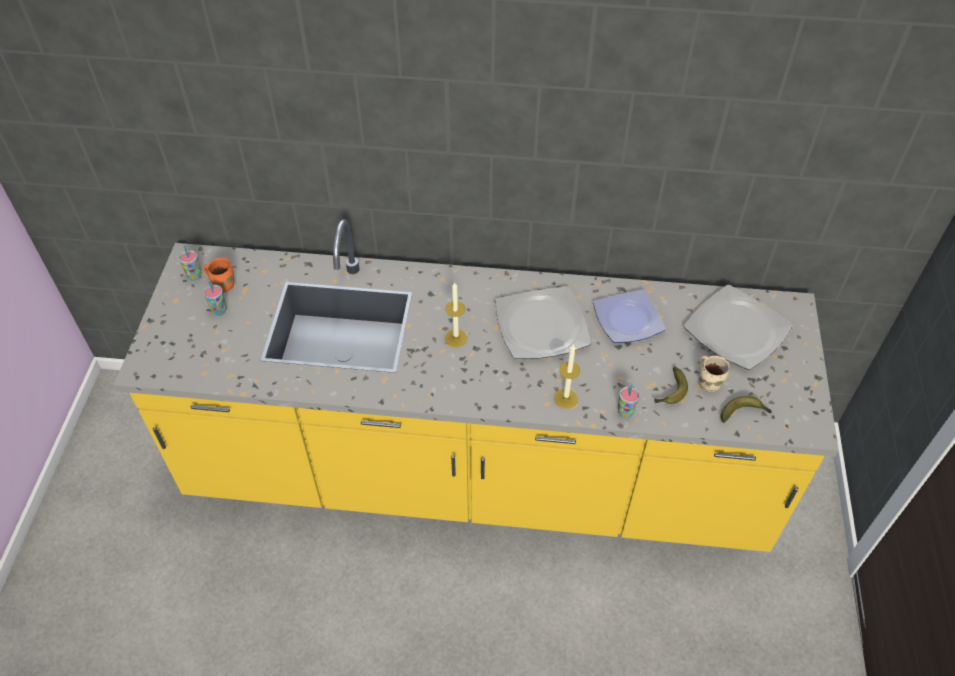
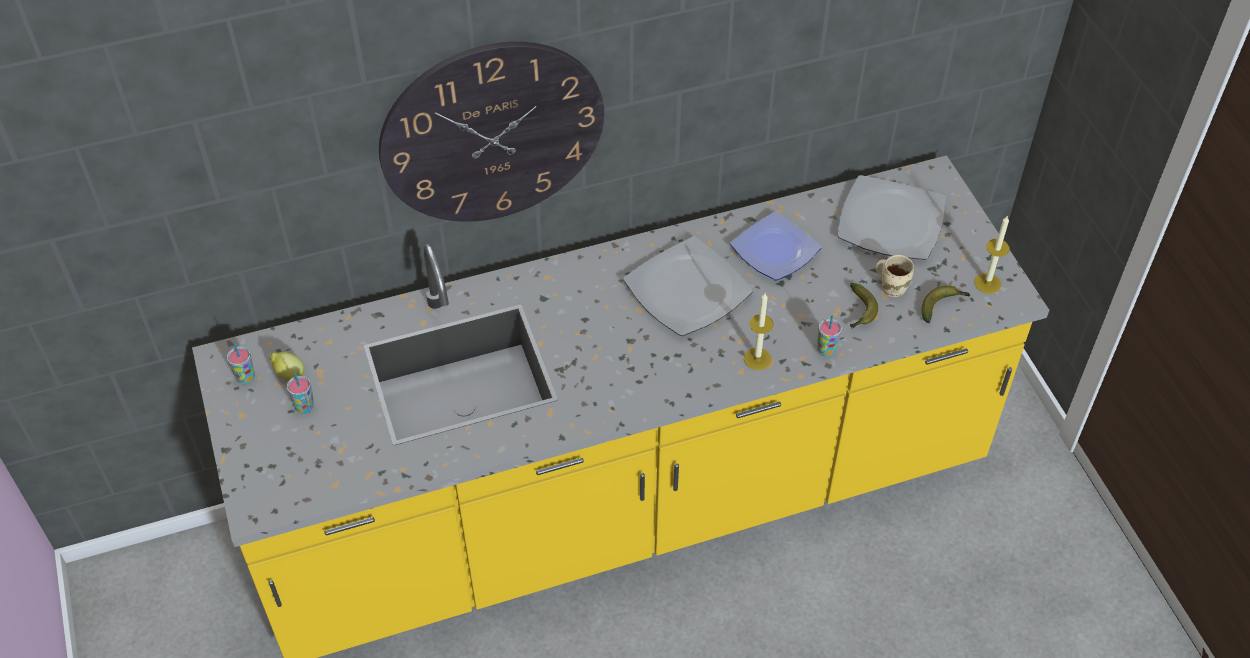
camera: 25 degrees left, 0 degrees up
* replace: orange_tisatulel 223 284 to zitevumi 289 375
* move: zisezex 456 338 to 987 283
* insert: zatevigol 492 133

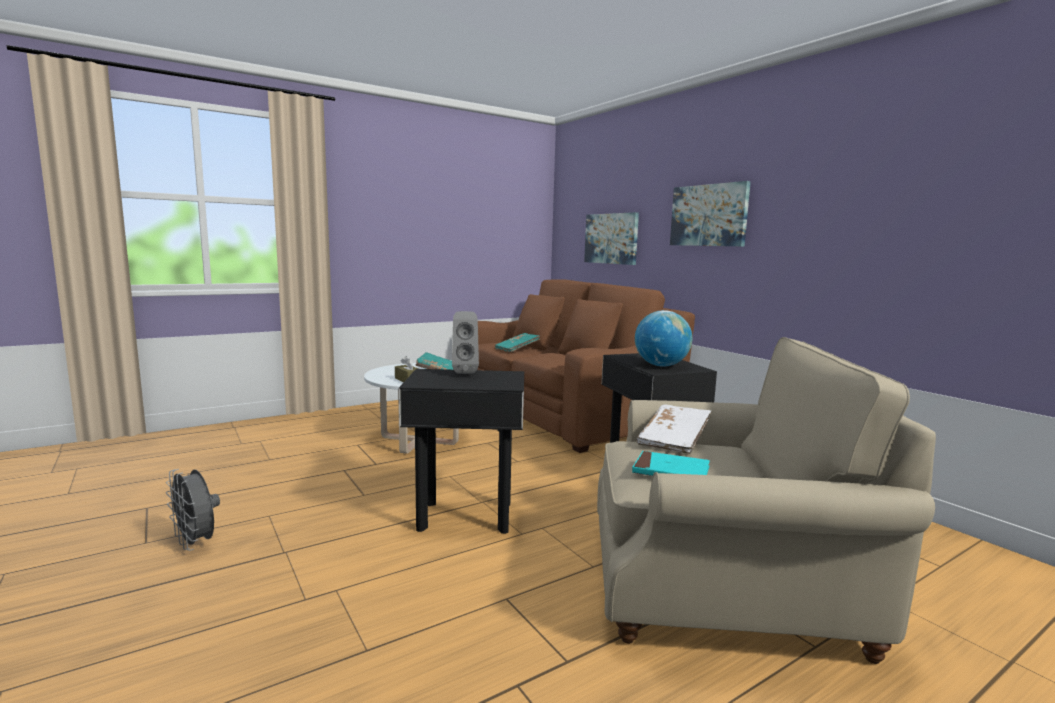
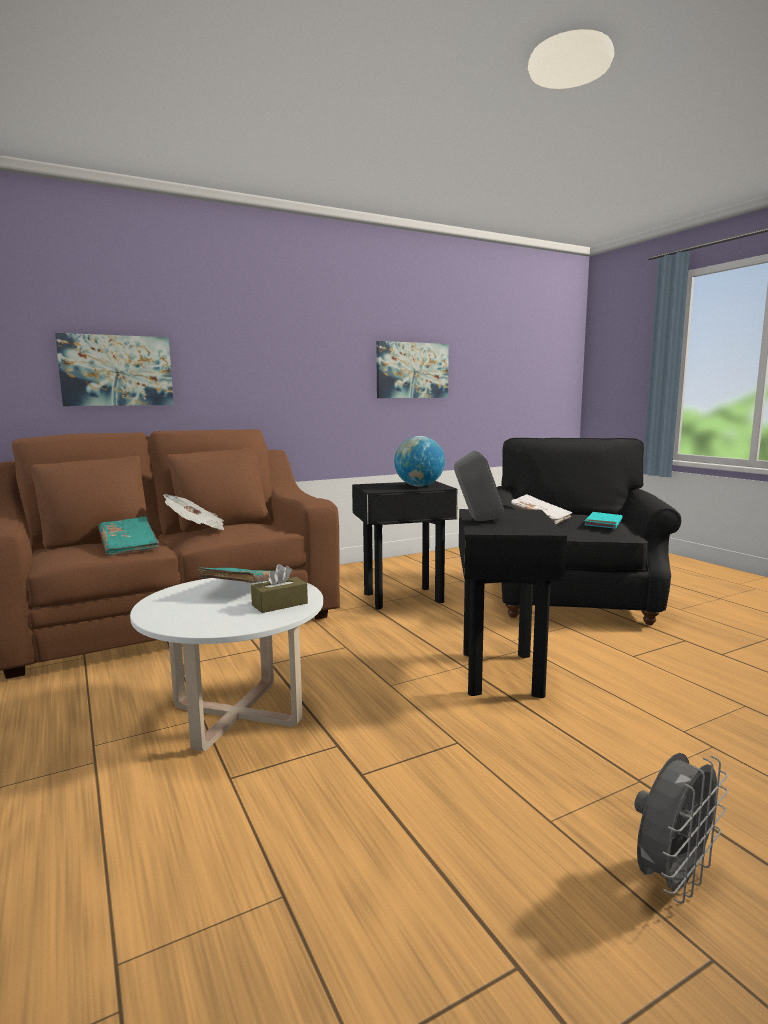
camera: 85 degrees left, 0 degrees up
* recolor: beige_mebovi 722 587 to black_mebovi 569 597
* move: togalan 709 215 to 412 370
* insert: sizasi 197 528

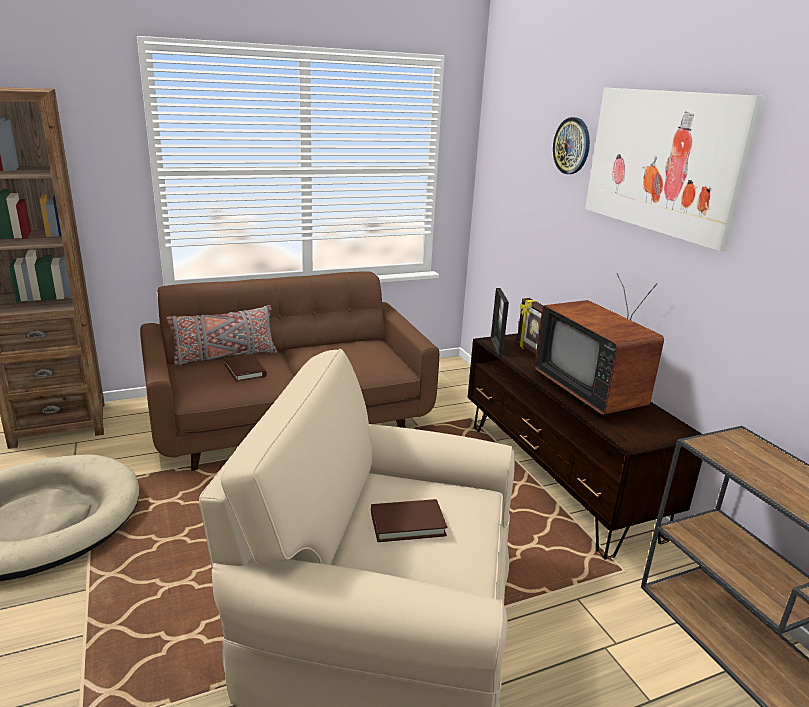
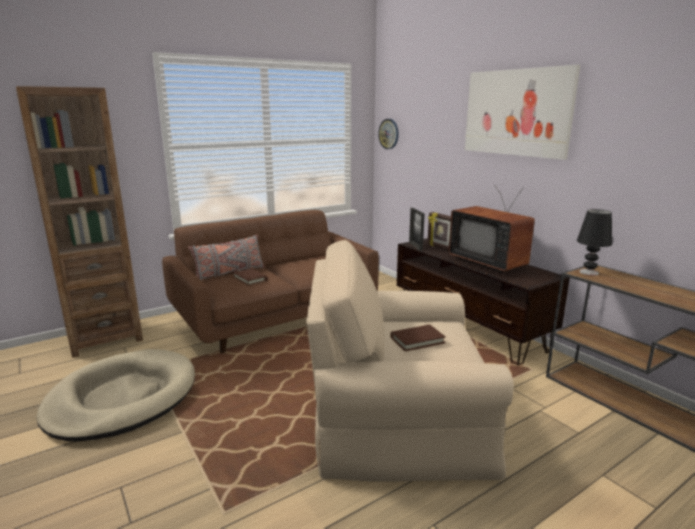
camera: 10 degrees left, 5 degrees down
* move: zatevigol 572 146 to 389 134
* insert: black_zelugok 588 272

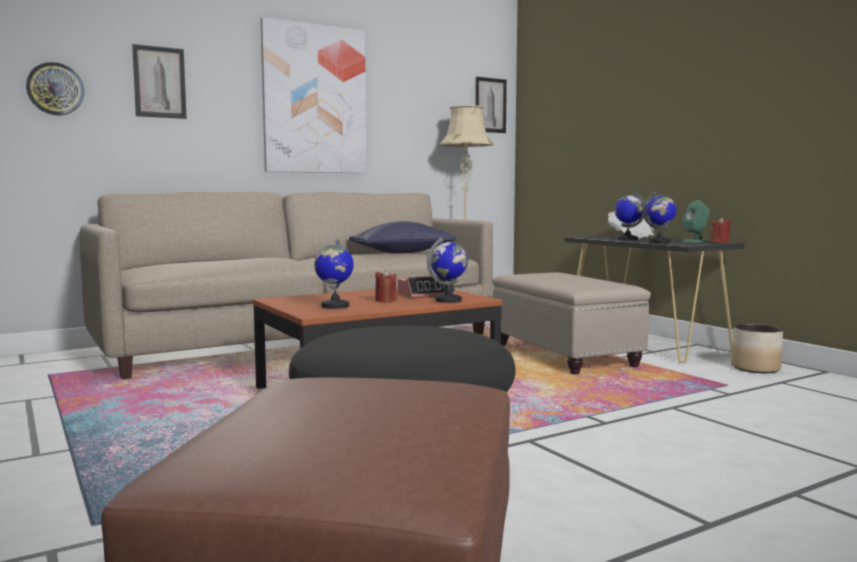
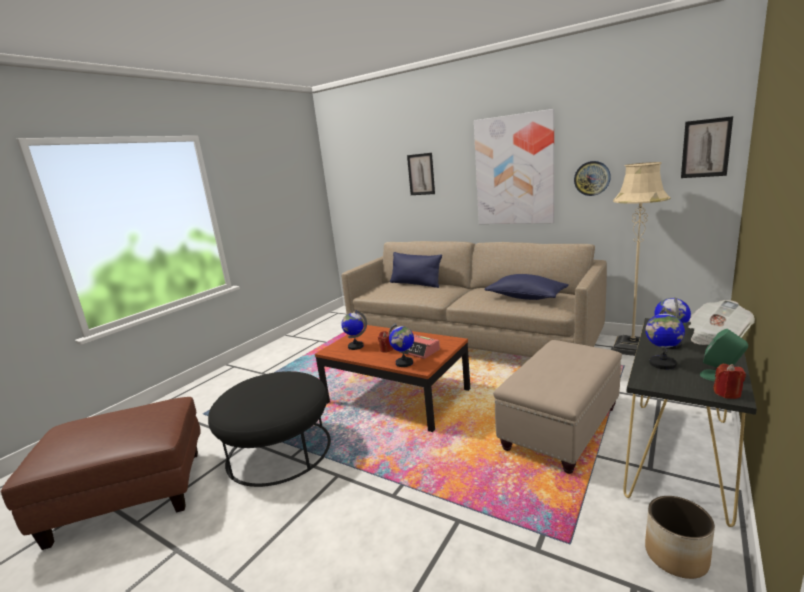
camera: 65 degrees right, 10 degrees up
* move: zatevigol 55 89 to 592 178
* insert: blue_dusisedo 415 284

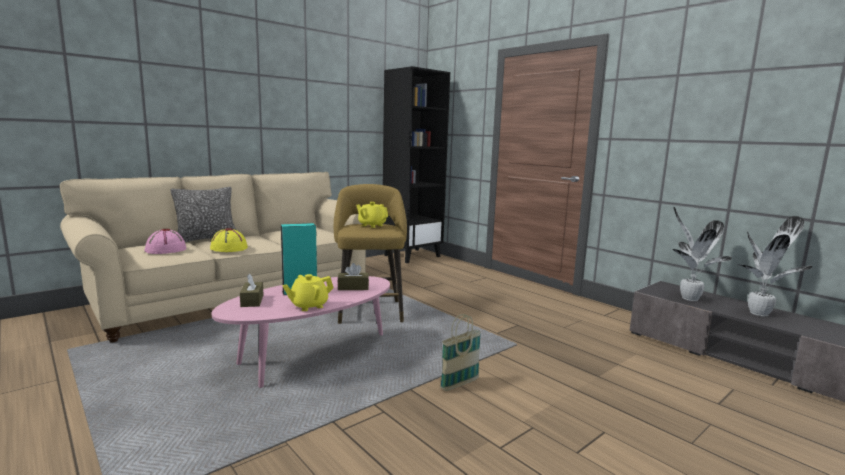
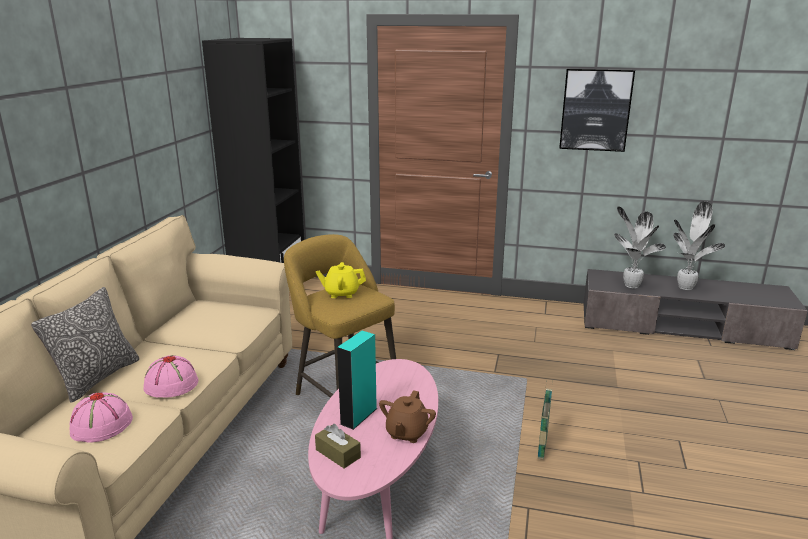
camera: 35 degrees left, 10 degrees up
* recolor: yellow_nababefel 228 248 to pink_nababefel 171 384
* recolor: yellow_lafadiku 308 306 to brown_lafadiku 406 433
* delete: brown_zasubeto 353 287
* insert: togalan 595 110

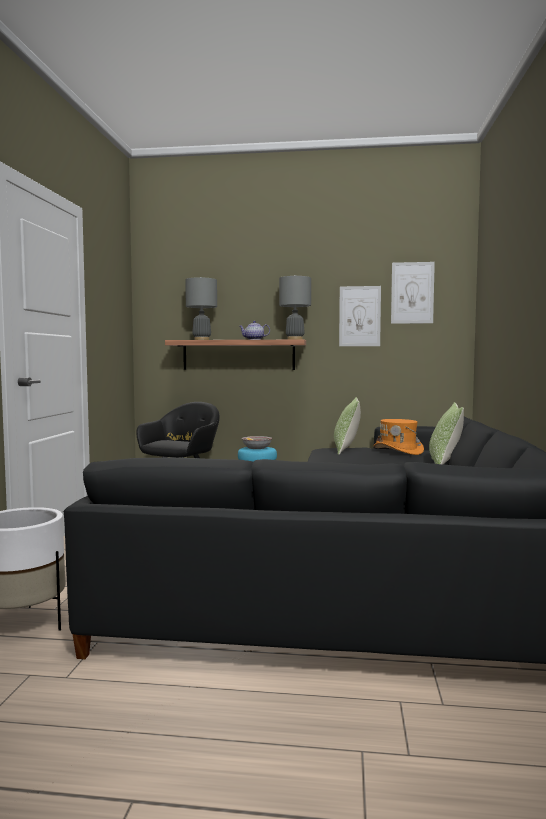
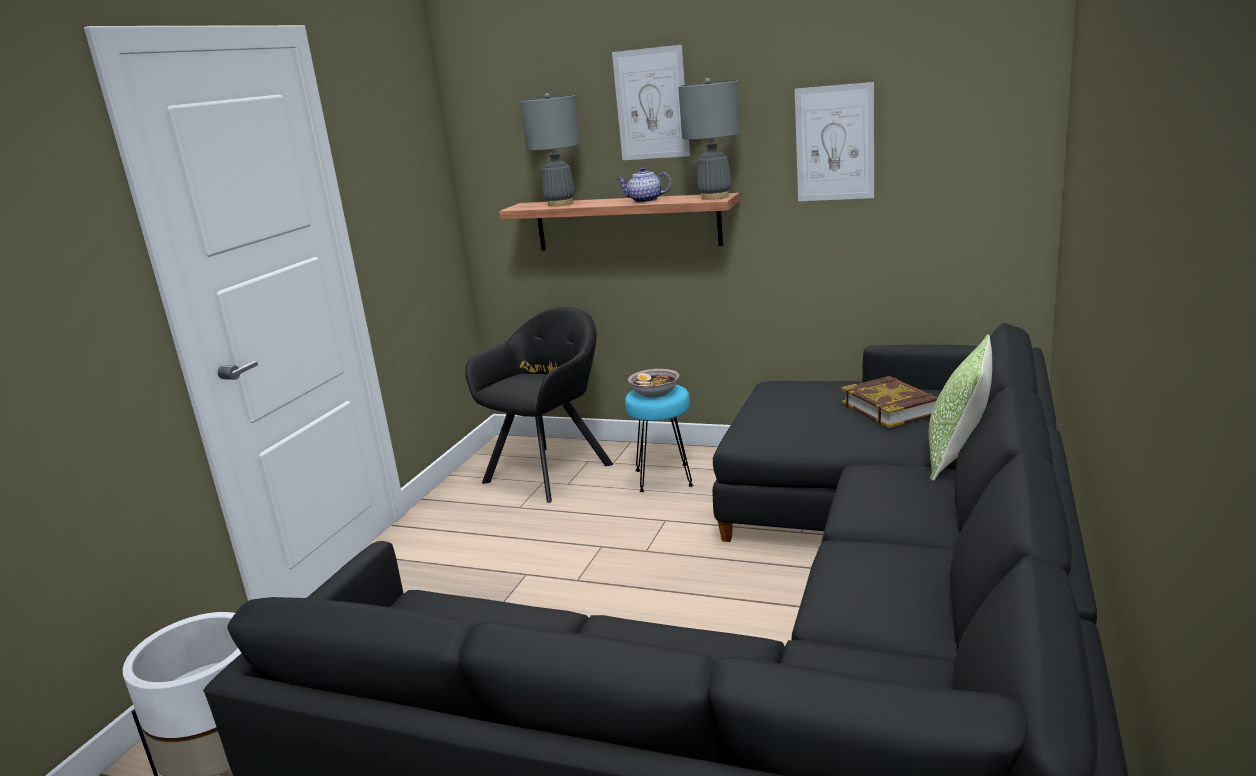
camera: 15 degrees right, 15 degrees up
* delete: dusisedo 346 450
* replace: orange_nababefel 398 451 to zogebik 890 408
* move: togalan 412 293 to 651 104

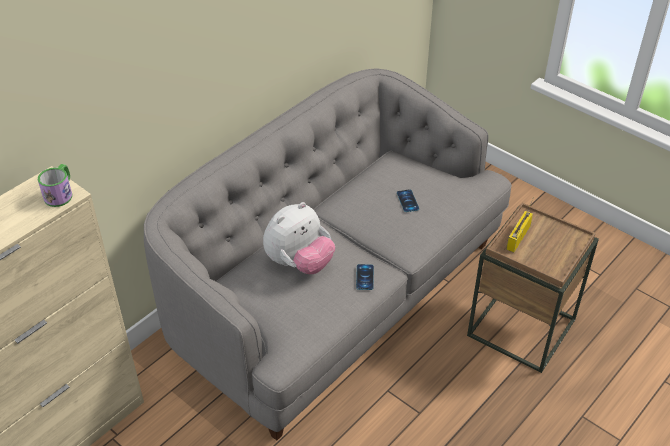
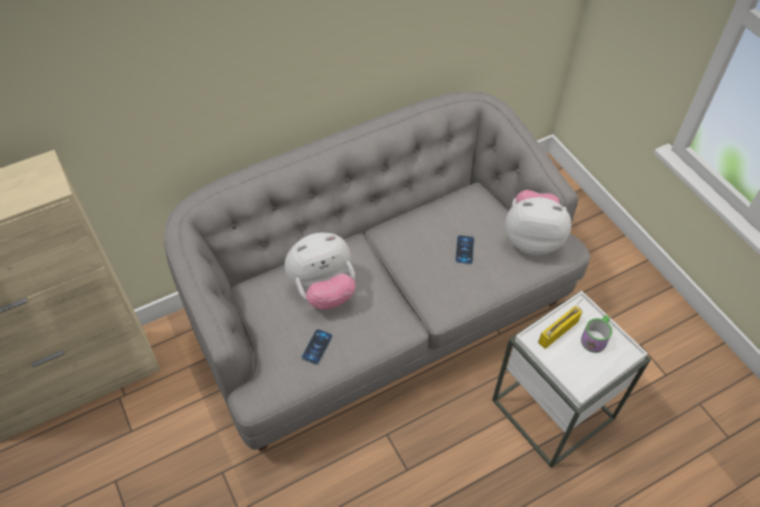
camera: 20 degrees right, 10 degrees up
* move: tisatulel 60 193 to 595 338
* move: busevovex 365 277 to 317 347
* recolor: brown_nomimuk 521 328 to white_nomimuk 553 410
* insert: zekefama 532 238

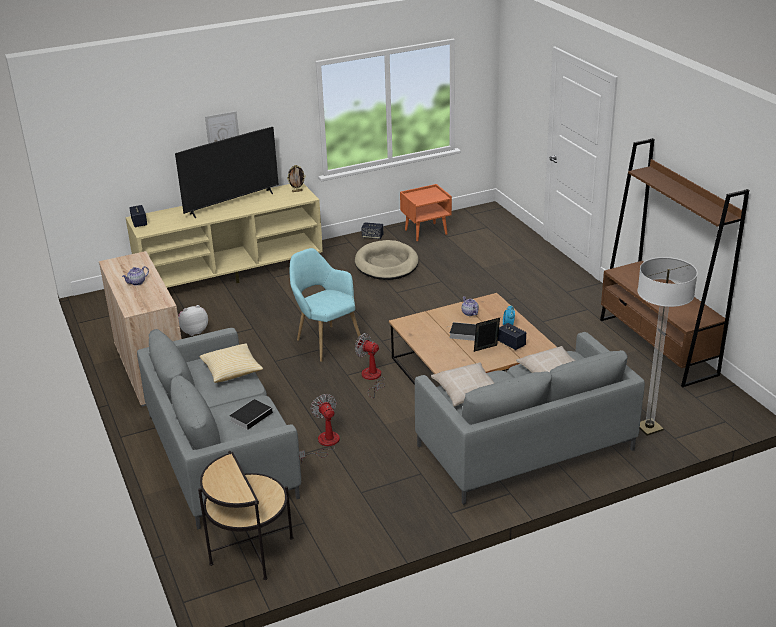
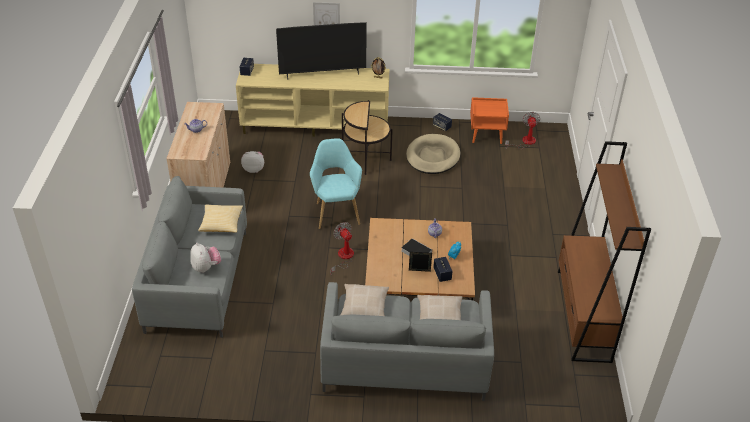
camera: 25 degrees right, 10 degrees up
* move: nomimuk 252 551 to 366 159
* replace: zogebik 252 416 to zekefama 206 267
* move: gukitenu 324 444 to 524 142
* delete: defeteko 649 428

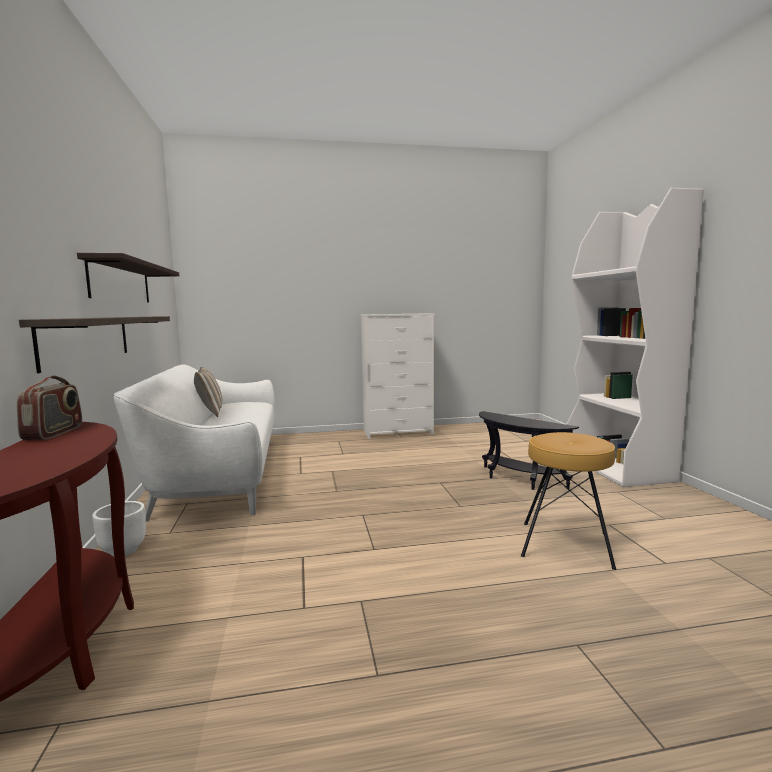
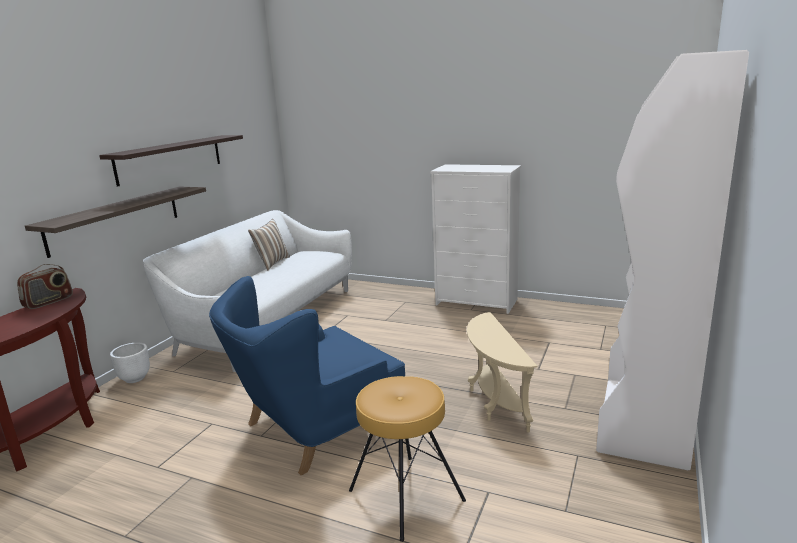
camera: 35 degrees right, 10 degrees up
* recolor: black_nomimuk 518 480 to beige_nomimuk 494 402
* insert: blue_mebovi 315 427

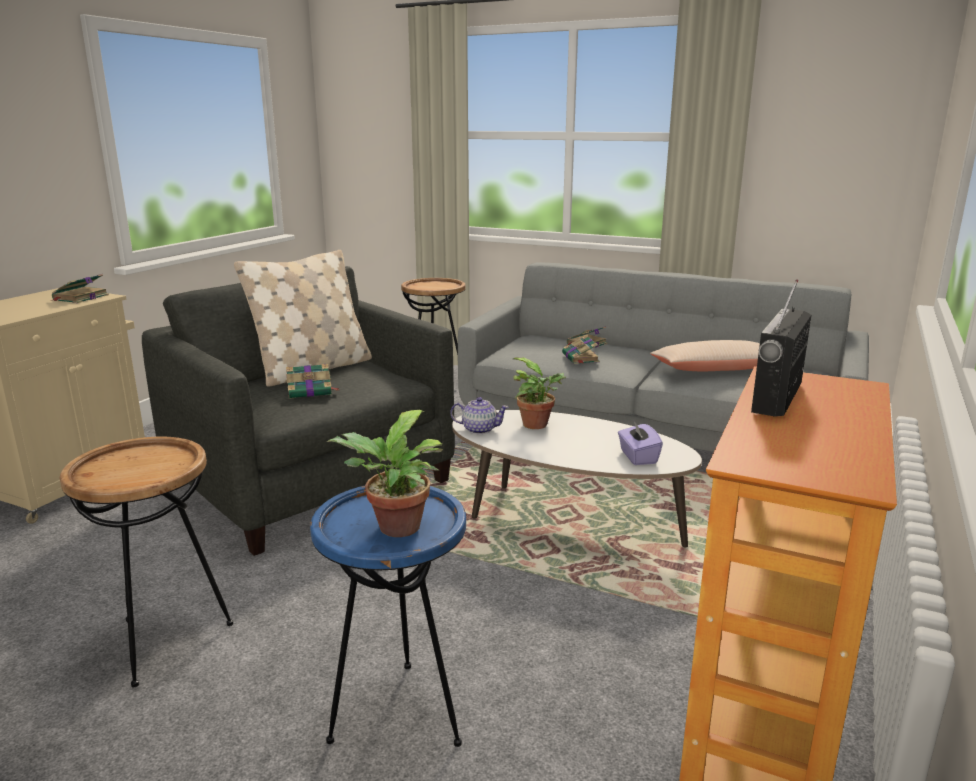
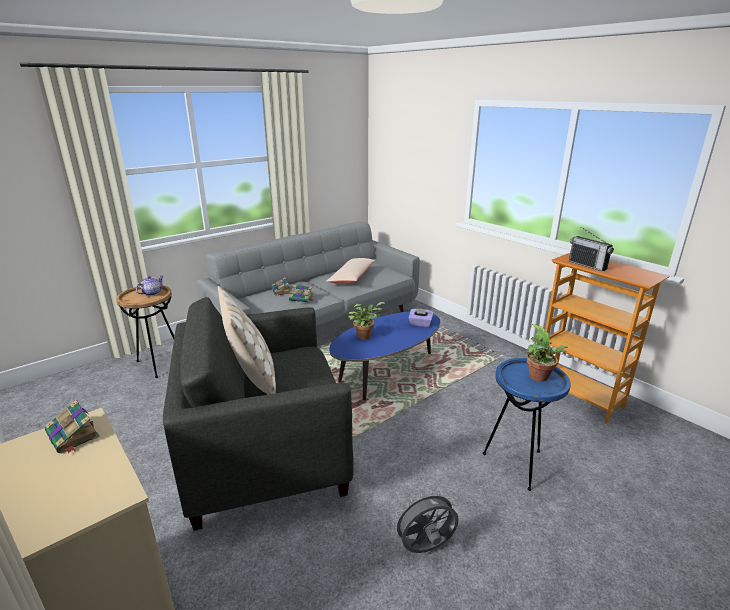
camera: 65 degrees left, 5 degrees up
* replace: brown_nomimuk 165 641 to grey_gukitenu 425 548
* delete: zogebik 311 391
* move: lafadiku 479 429 to 151 293
* recolor: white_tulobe 566 520 to blue_tulobe 386 374

